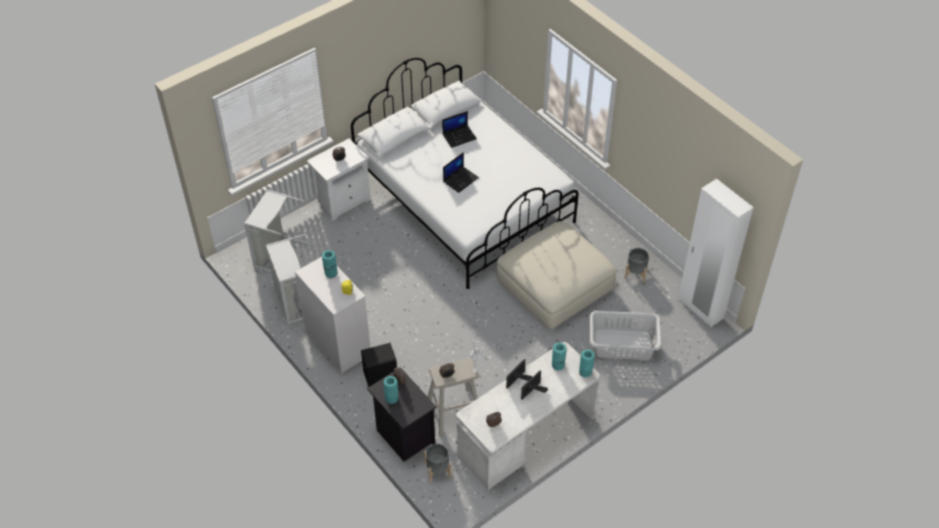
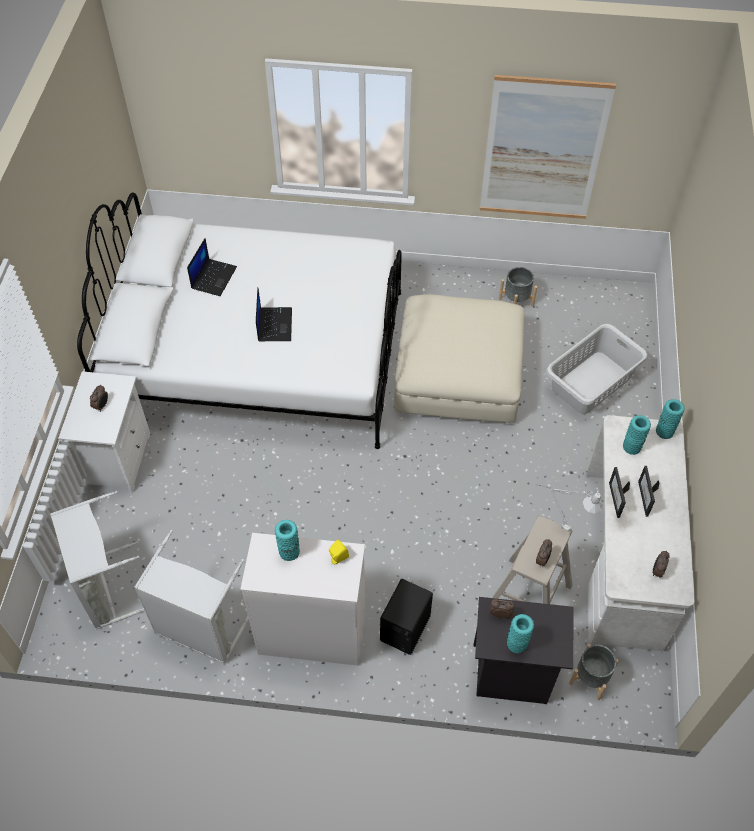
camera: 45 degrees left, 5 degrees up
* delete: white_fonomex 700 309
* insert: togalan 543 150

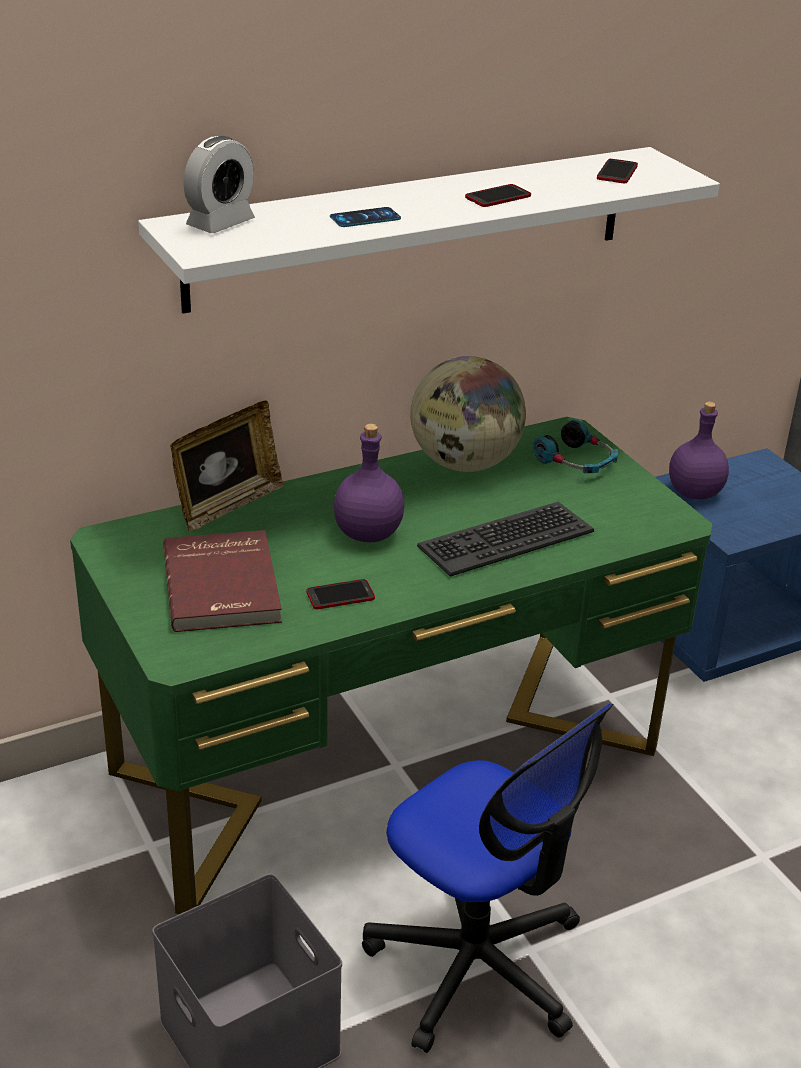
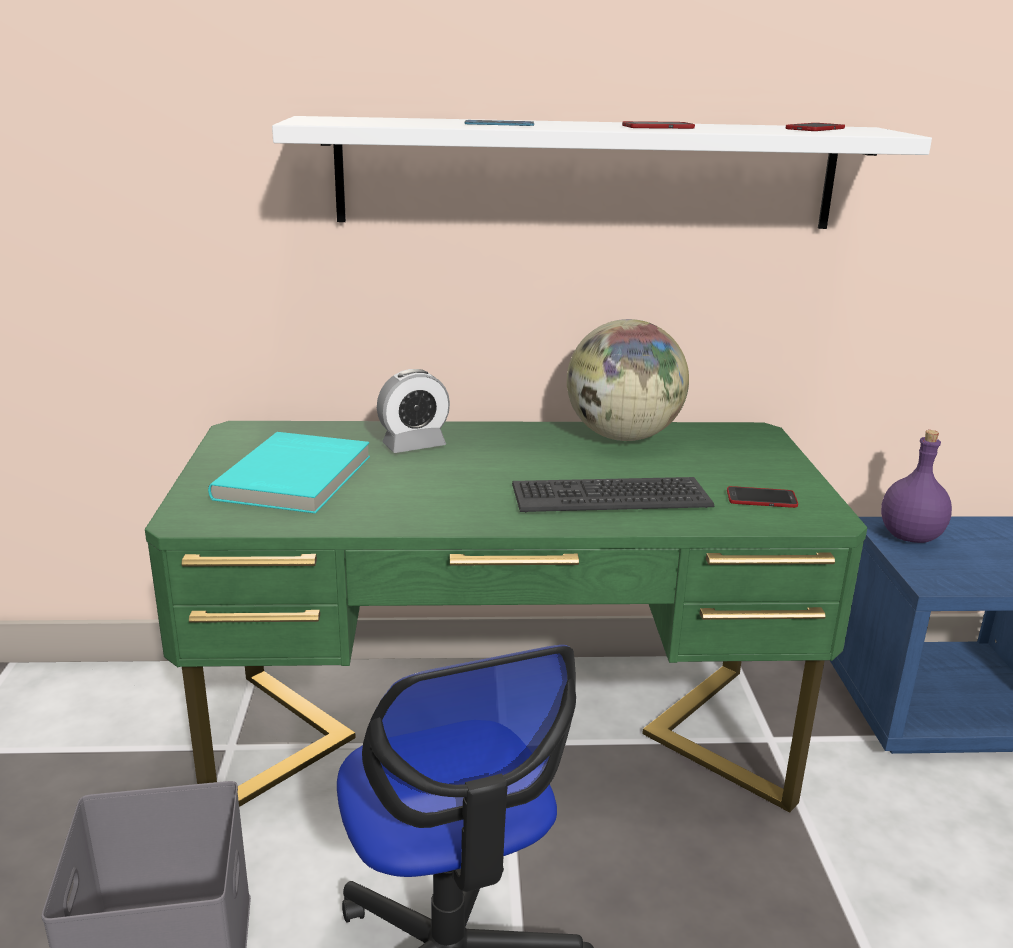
camera: 25 degrees right, 10 degrees down
* recolor: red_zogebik 224 585 to turquoise_zogebik 297 478
* delete: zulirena 227 505
* move: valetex 220 223 to 414 445
* move: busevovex 340 596 to 761 499
* delete: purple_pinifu 369 533
* delete: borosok 576 462

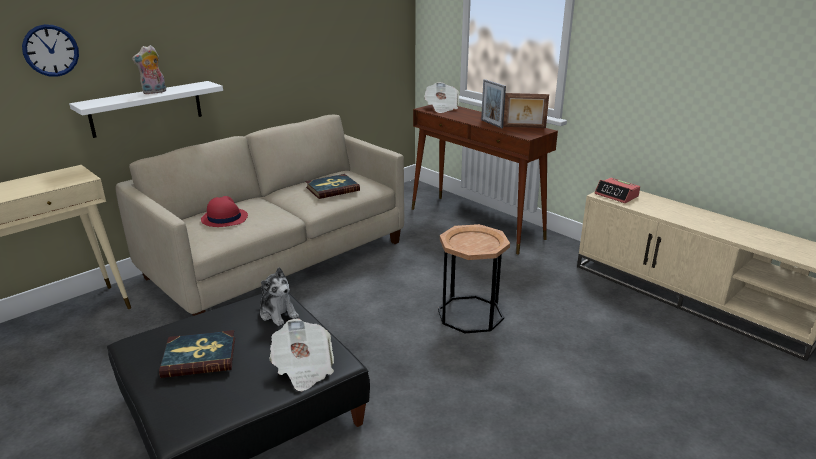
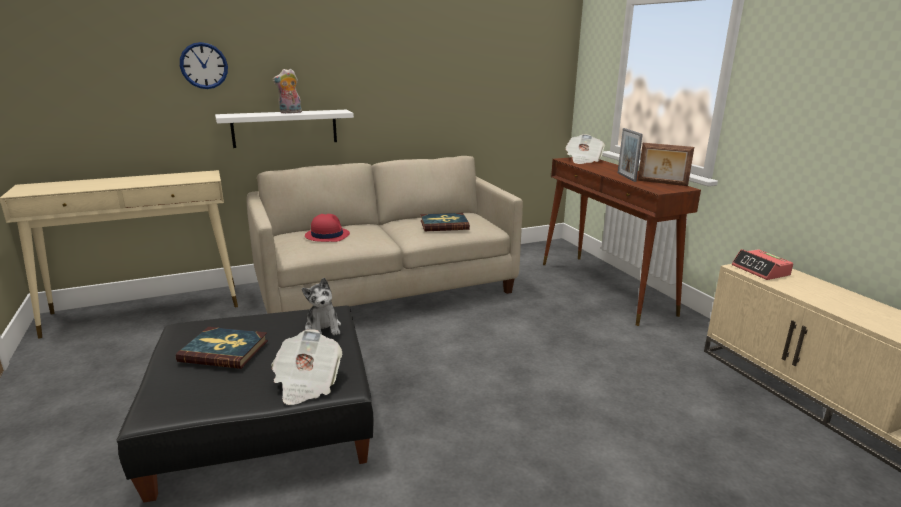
camera: 20 degrees right, 5 degrees down
* delete: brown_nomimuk 470 314

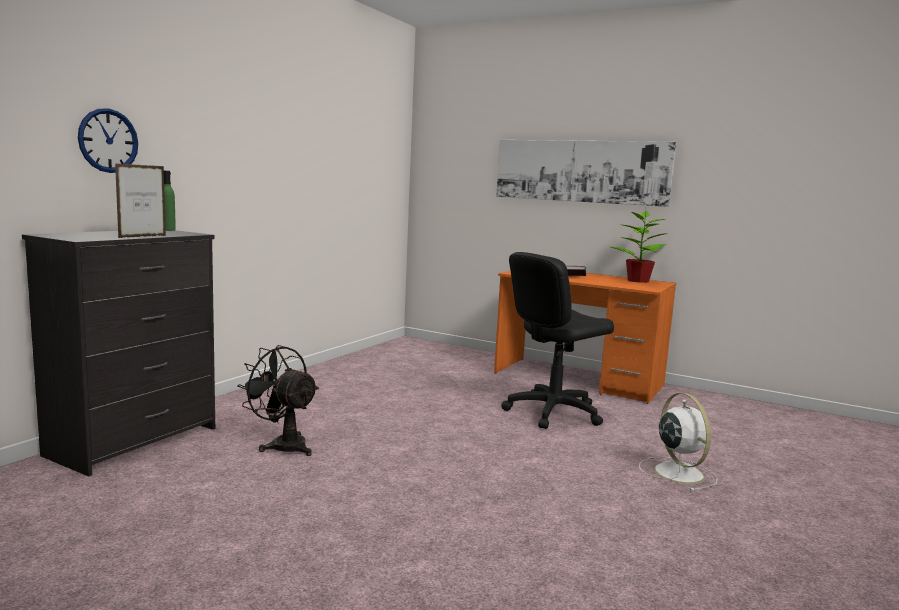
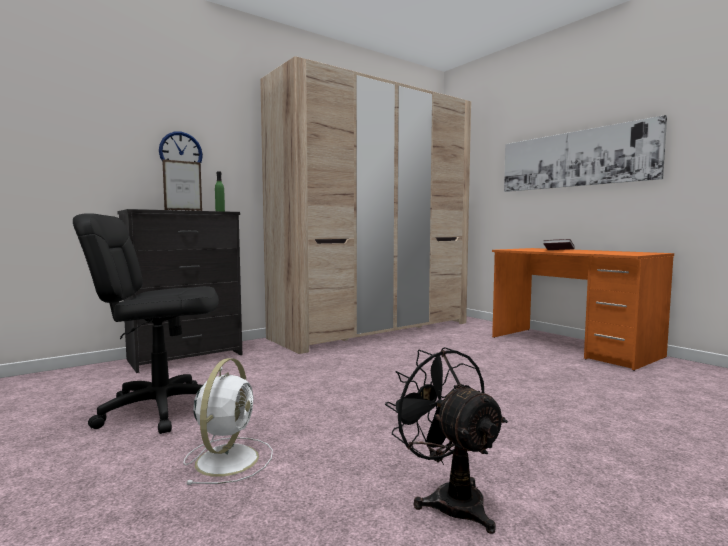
camera: 25 degrees right, 5 degrees down
* move: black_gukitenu 283 444 to 449 499
* move: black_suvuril 552 412 to 160 409
* delete: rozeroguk 637 281
* move: white_gukitenu 677 472 to 228 459
* insert: beige_fonomex 374 330

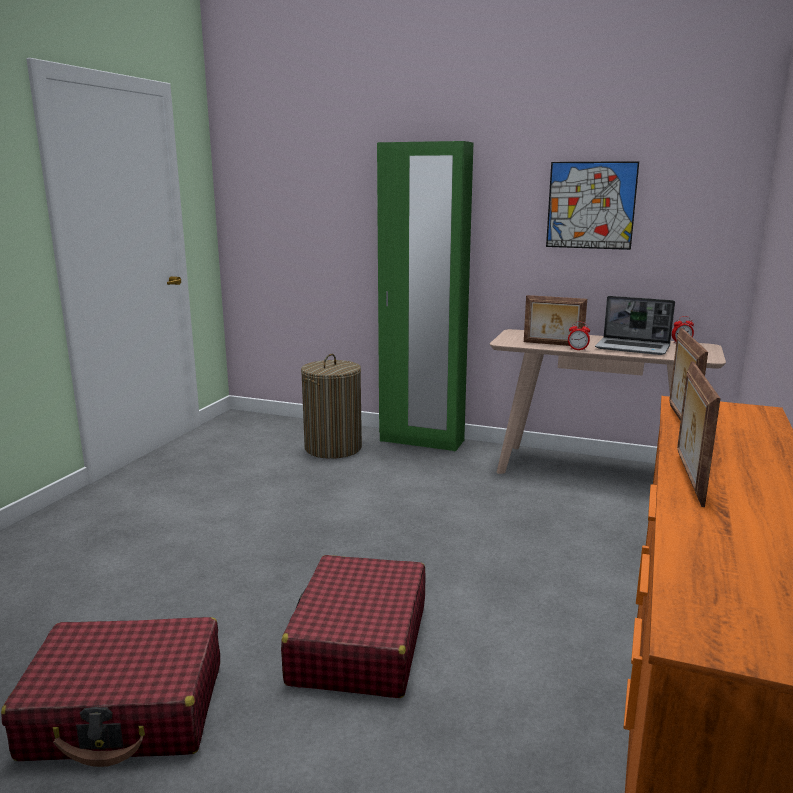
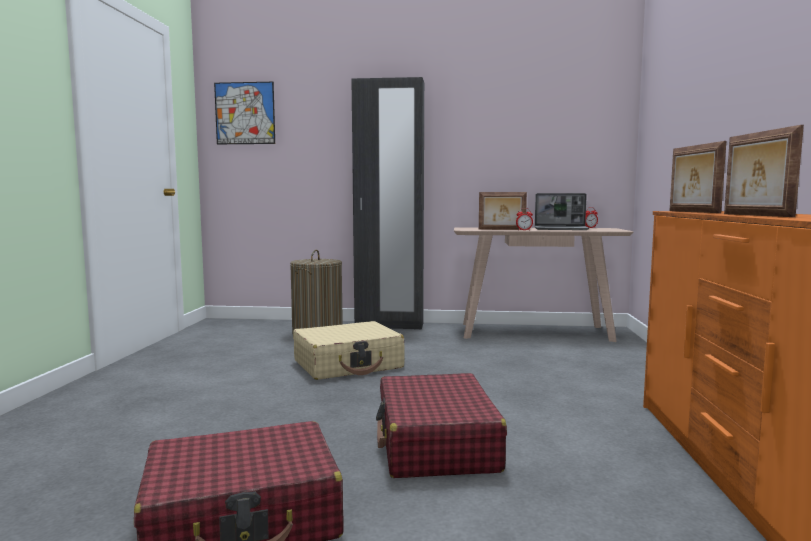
camera: 15 degrees left, 10 degrees down
* recolor: green_fonomex 421 441 to black_fonomex 389 325
* move: togalan 591 205 to 245 113
* insert: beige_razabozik 348 365

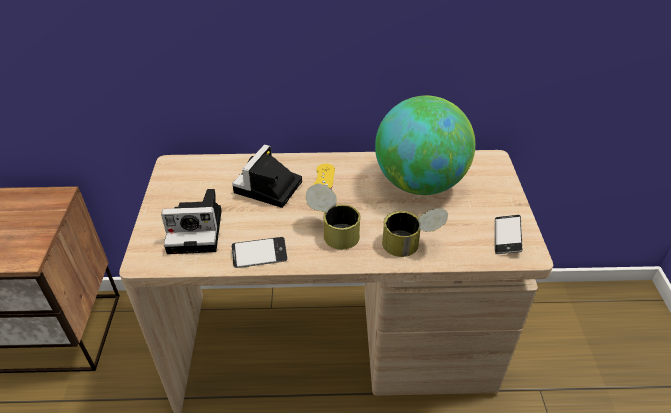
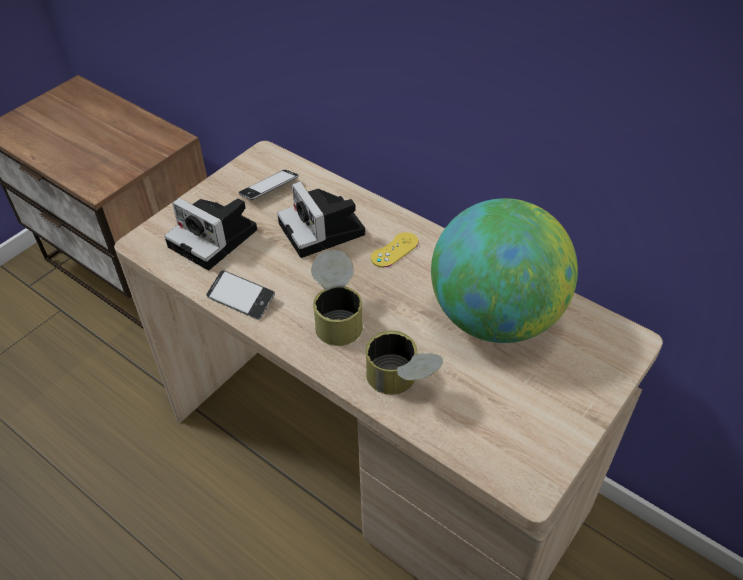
camera: 40 degrees right, 5 degrees up
* rotate: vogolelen 268 189 = 324 231 90 degrees counterclockwise
* move: busevovex 507 237 to 269 189

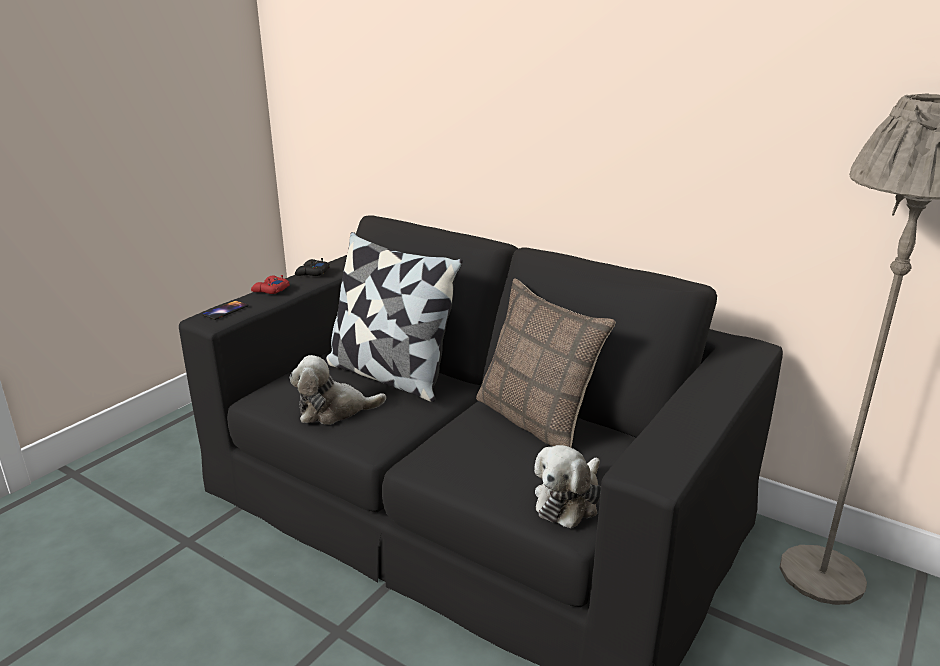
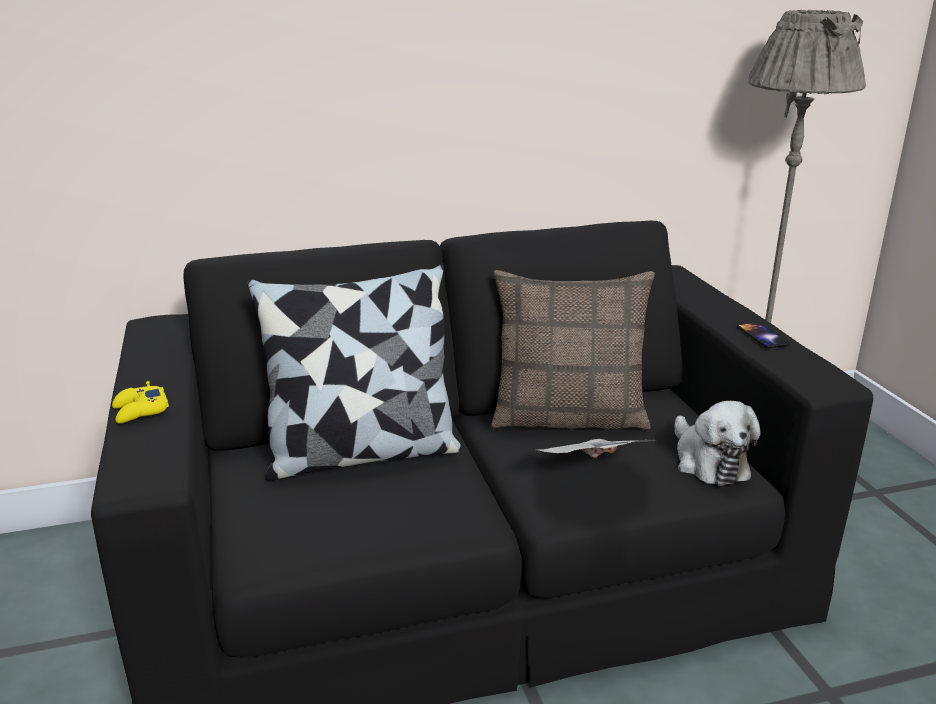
camera: 50 degrees left, 0 degrees up
* move: busevovex 225 310 to 762 336
* recolor: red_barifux 270 290 to yellow_barifux 140 411
* delete: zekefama 334 410
* delete: black_barifux 312 273
* insert: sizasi 591 474

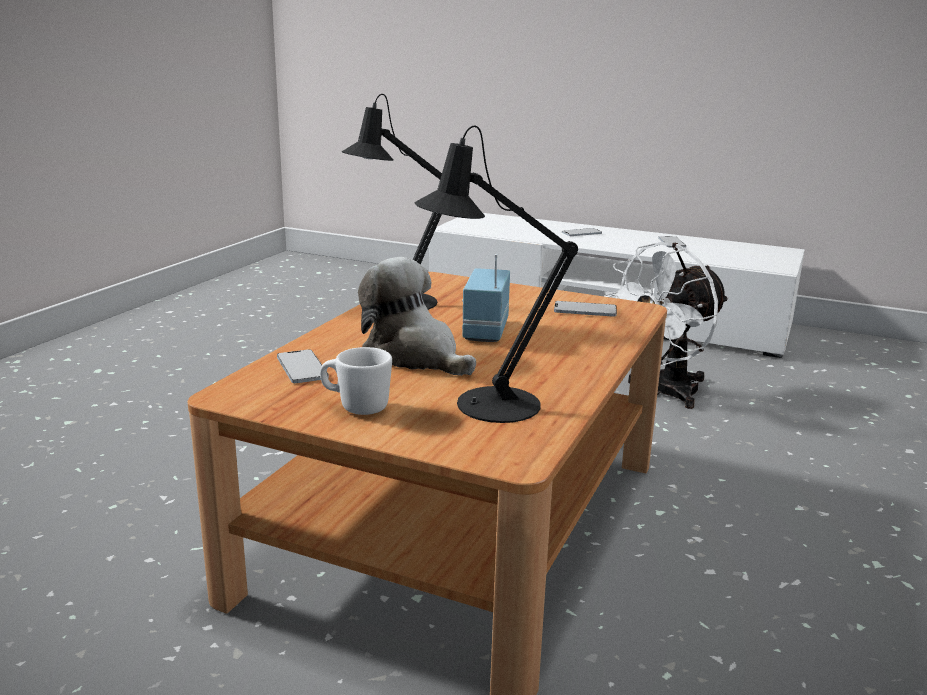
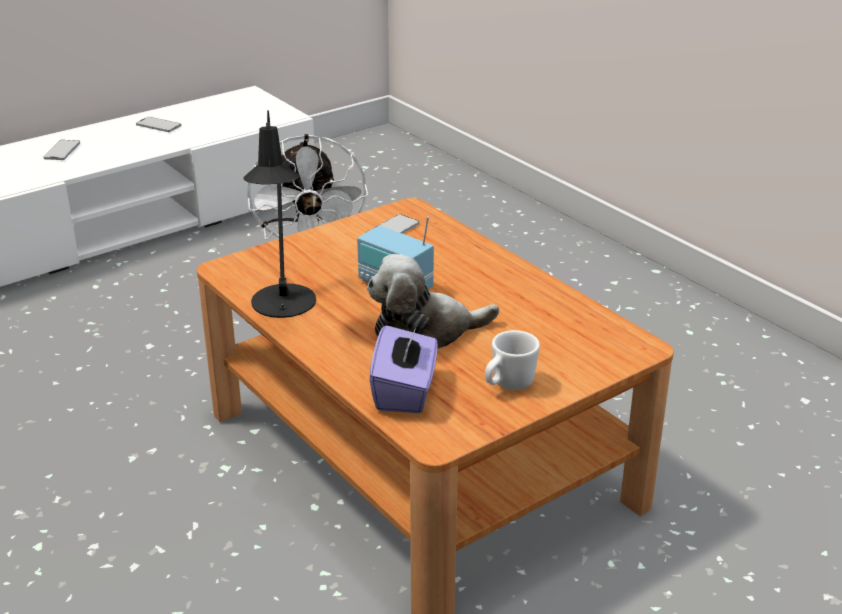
camera: 60 degrees left, 10 degrees up
* replace: busevovex 302 368 to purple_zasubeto 405 392
* delete: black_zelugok 486 405

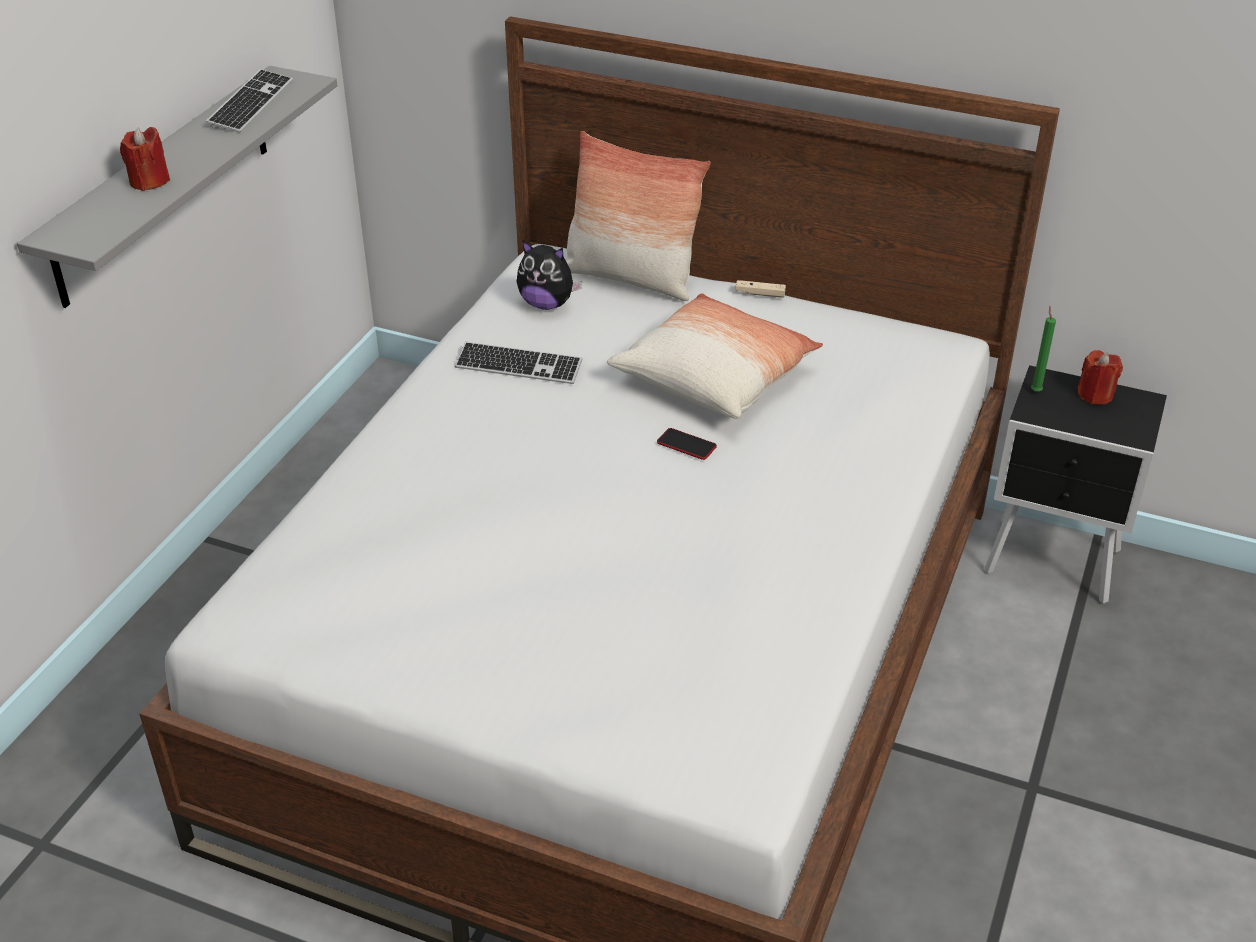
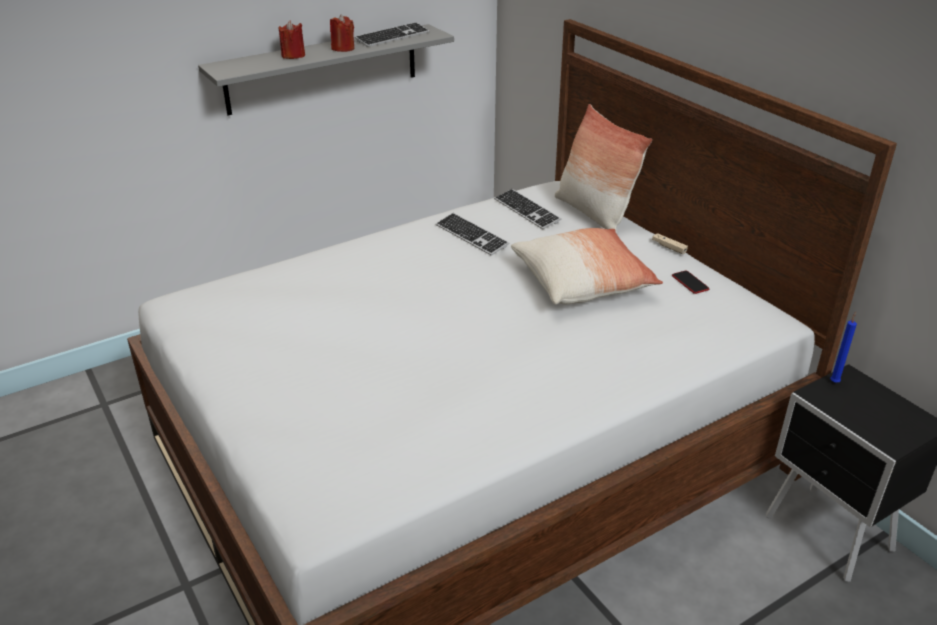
camera: 35 degrees right, 5 degrees down
* replace: zekefama 547 304 to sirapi 526 211
* move: busevovex 686 445 to 690 283
* recolor: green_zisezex 1035 390 to blue_zisezex 835 381
* move: red_zisezex 1095 395 to 343 48

